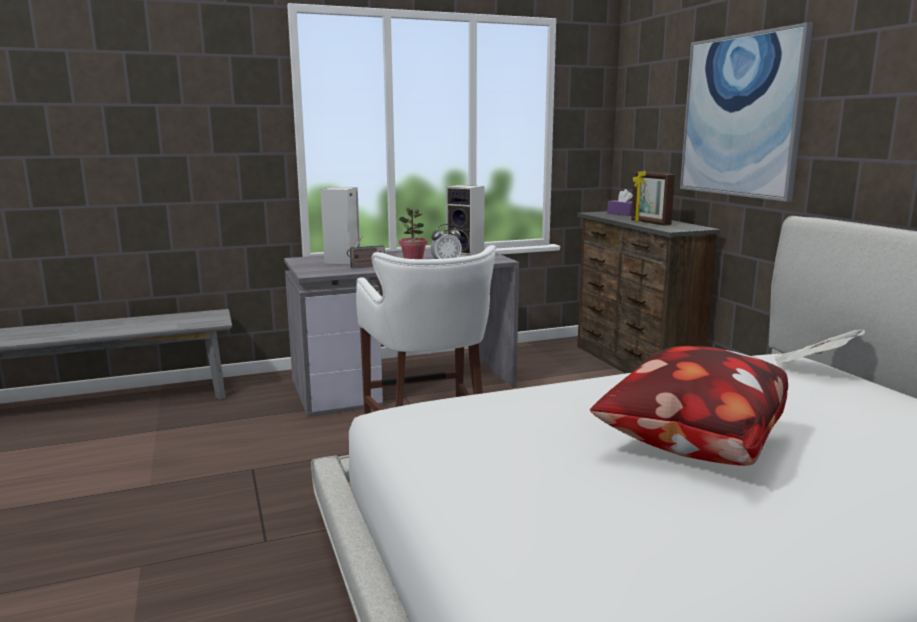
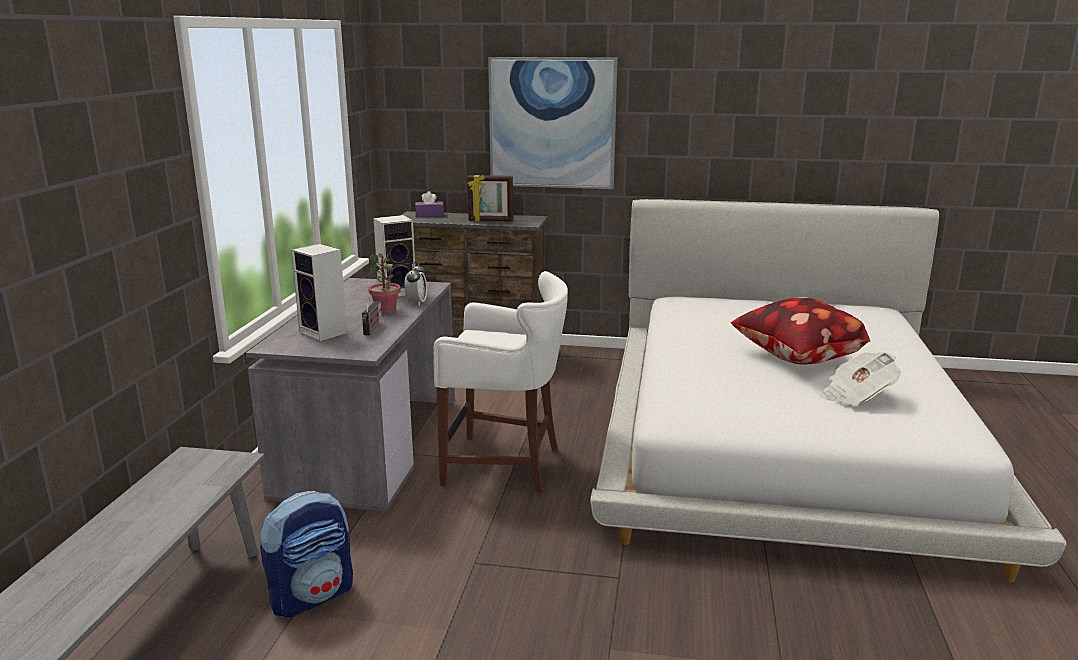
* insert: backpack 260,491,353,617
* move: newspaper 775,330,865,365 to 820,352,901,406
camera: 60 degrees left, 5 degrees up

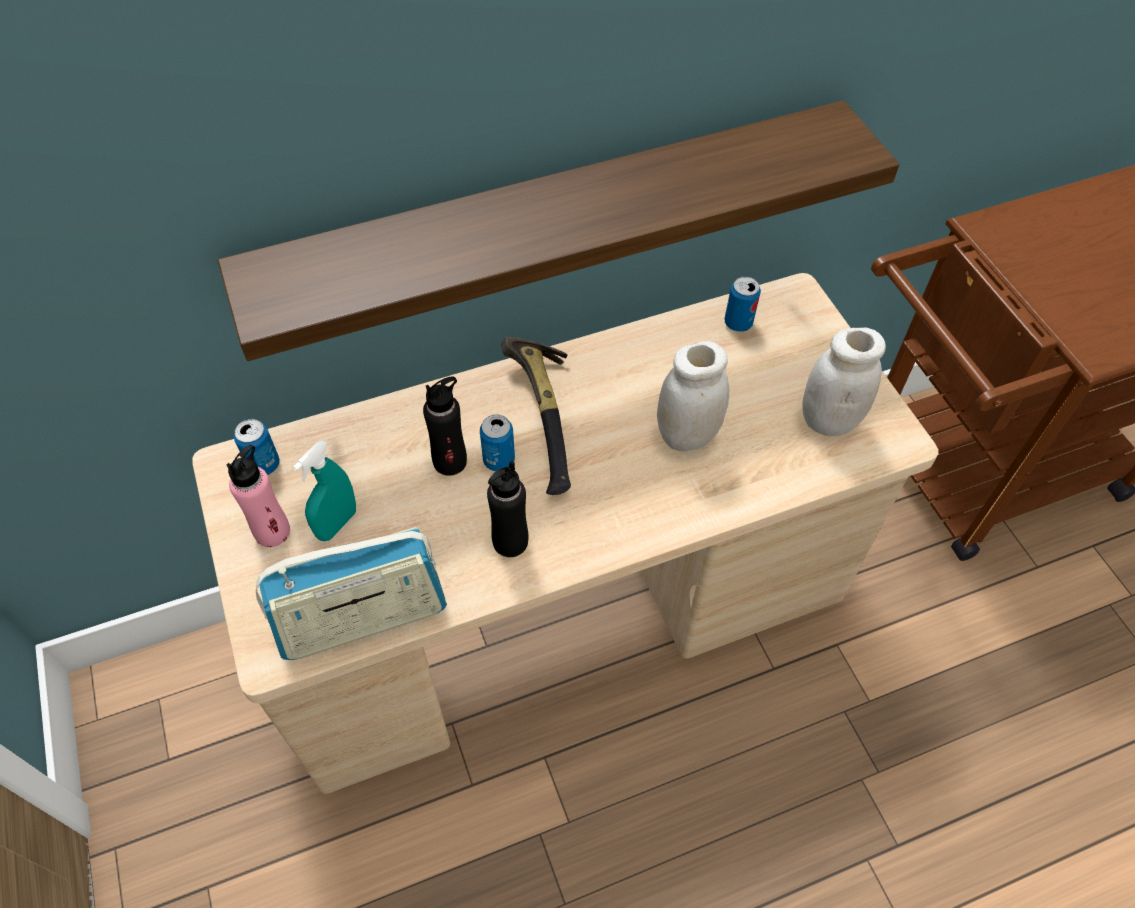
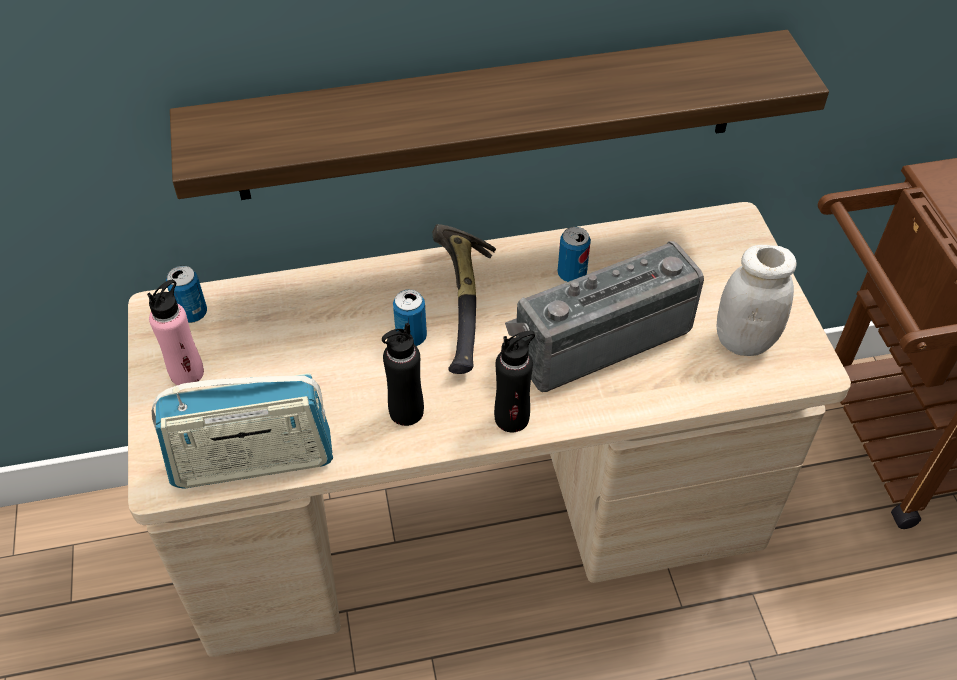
* move: black bottle 423,377,467,476 to 494,331,535,432
* replace: white jar 657,341,729,451 to radio 505,241,704,392
* move: can 724,276,761,332 to 557,227,591,282
* delete: turquoise spray bottle 293,440,356,541
camera: 10 degrees right, 5 degrees down

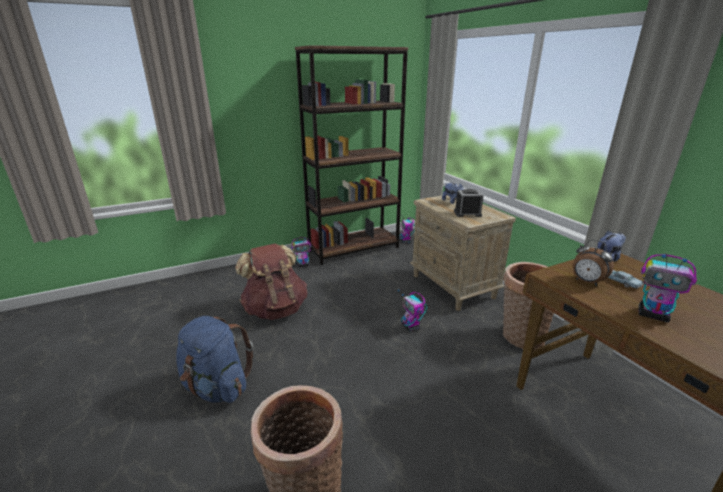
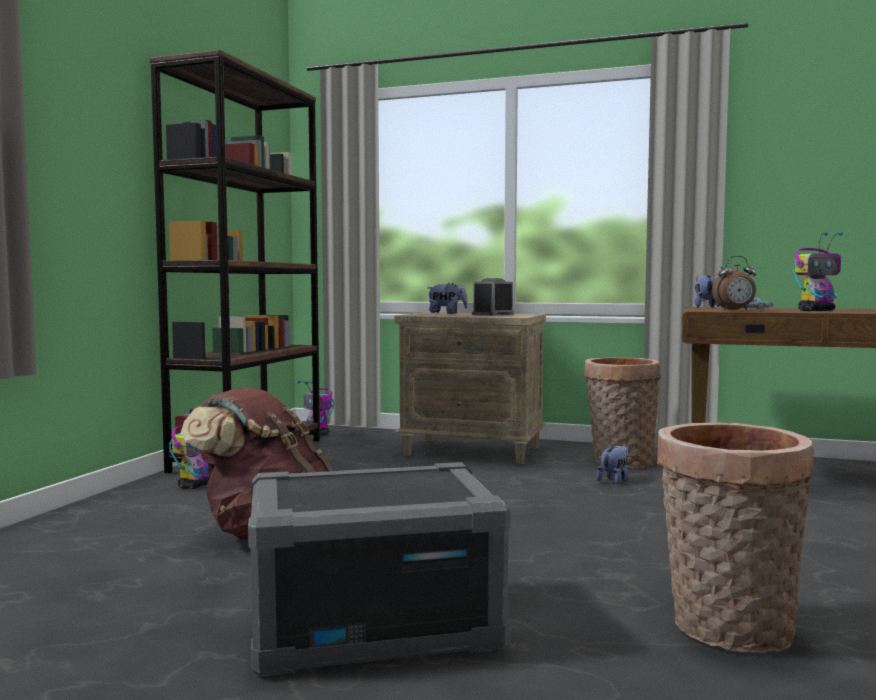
* replace: blue backpack 176,316,253,403 to grey storage box 248,462,511,676
* insert: plush toy 596,443,628,484
* delete: toy robot 397,289,427,332
camera: 45 degrees left, 20 degrees down

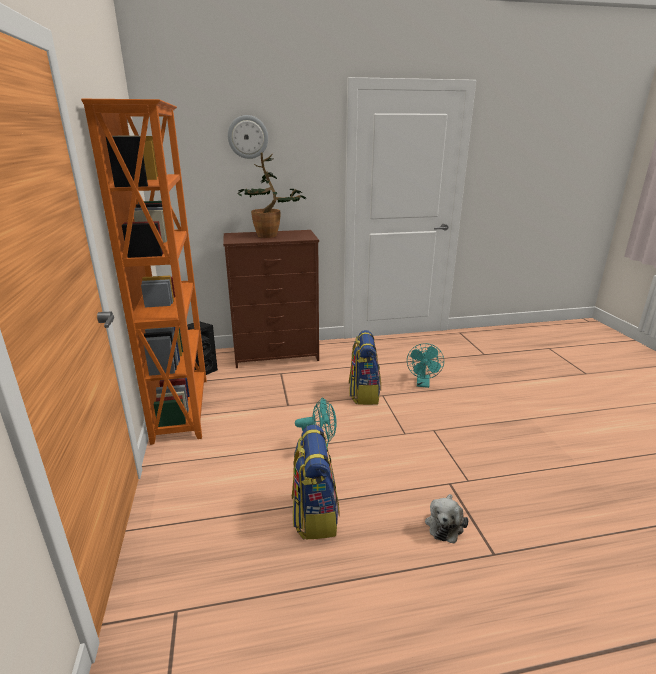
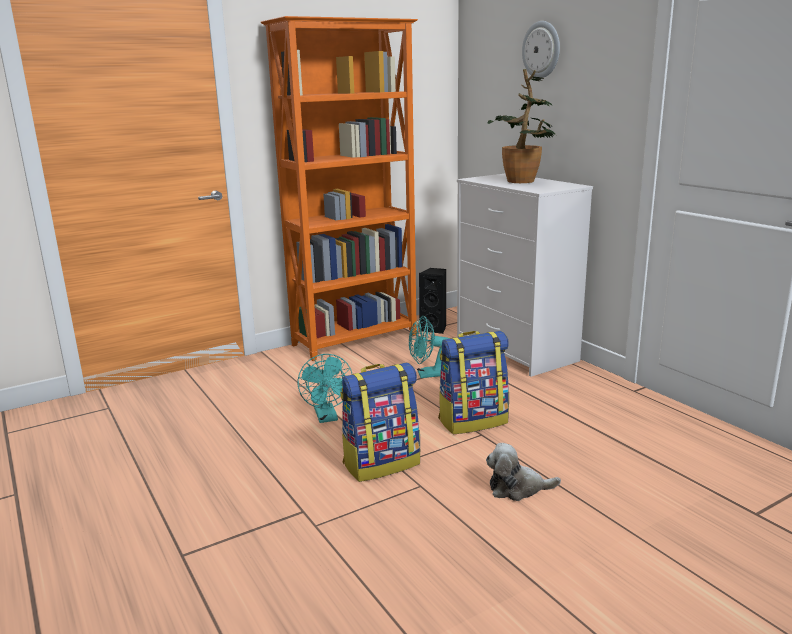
* move: backpack 292,425,340,539 to 340,363,420,482
* move: turquoise fan 407,343,444,388 to 409,316,451,378
* recolor: brown dresser 223,230,319,368 to white dresser 457,173,593,377
* move: plush toy 425,494,468,543 to 486,443,561,501
camera: 70 degrees right, 5 degrees down

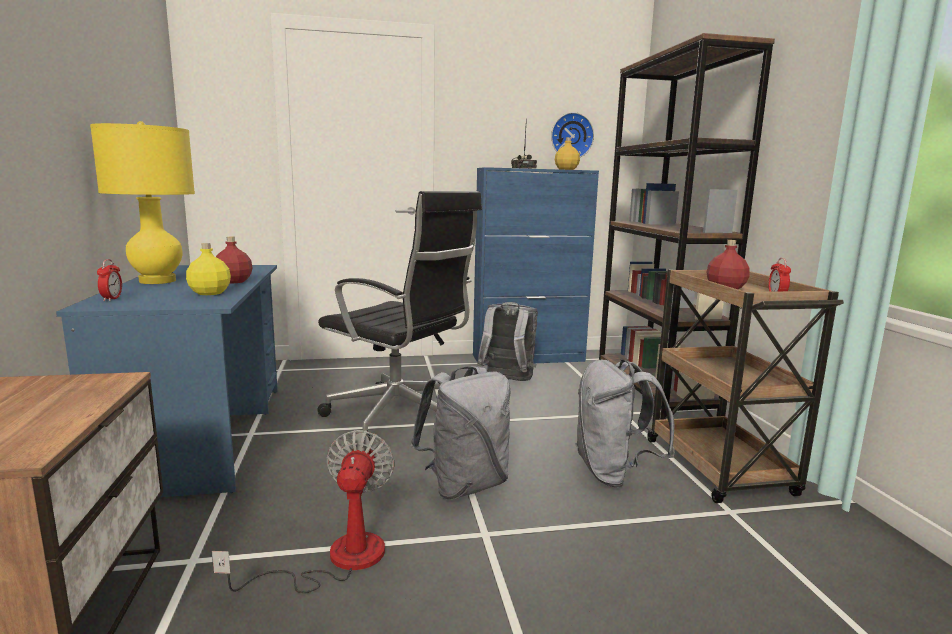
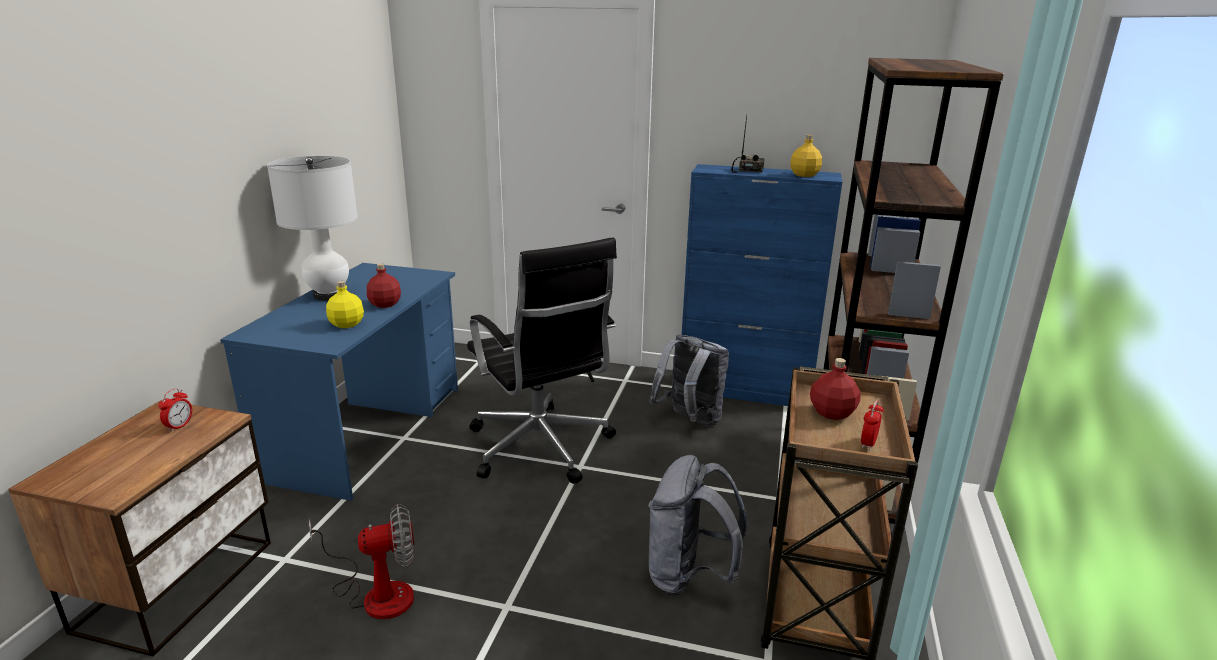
* move: alarm clock 97,259,122,301 to 158,388,192,432
* recolor: yellow table lamp 90,121,195,284 to white table lamp 267,156,358,301
* rotate: fan 212,430,395,593 = 309,504,414,619 45 degrees clockwise
* delete: grey backpack 411,366,510,499
* delete: wall clock 551,112,594,157
camera: 25 degrees right, 10 degrees up

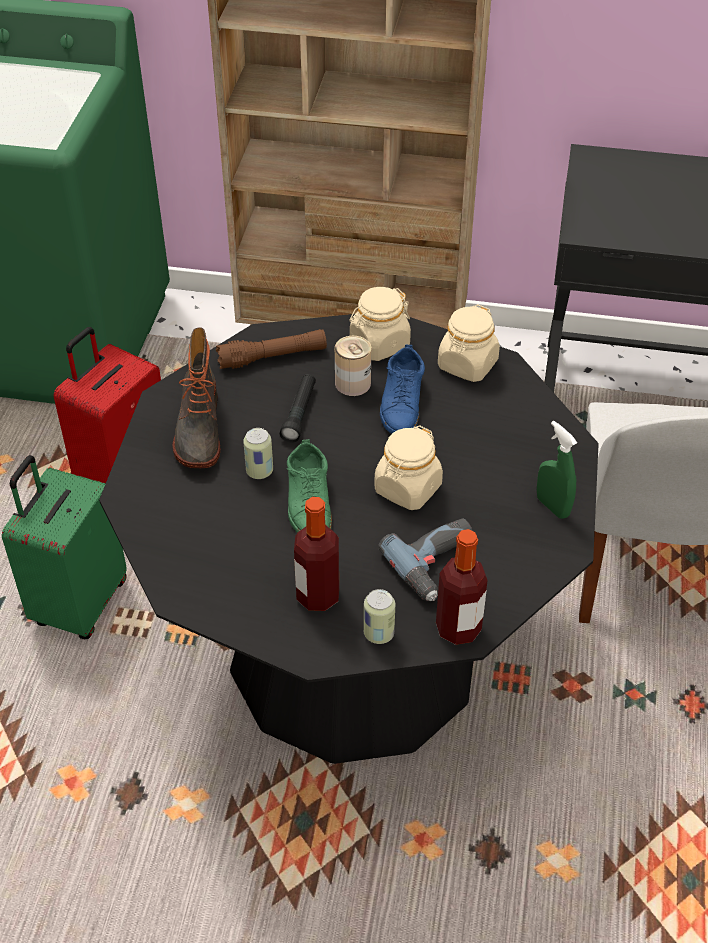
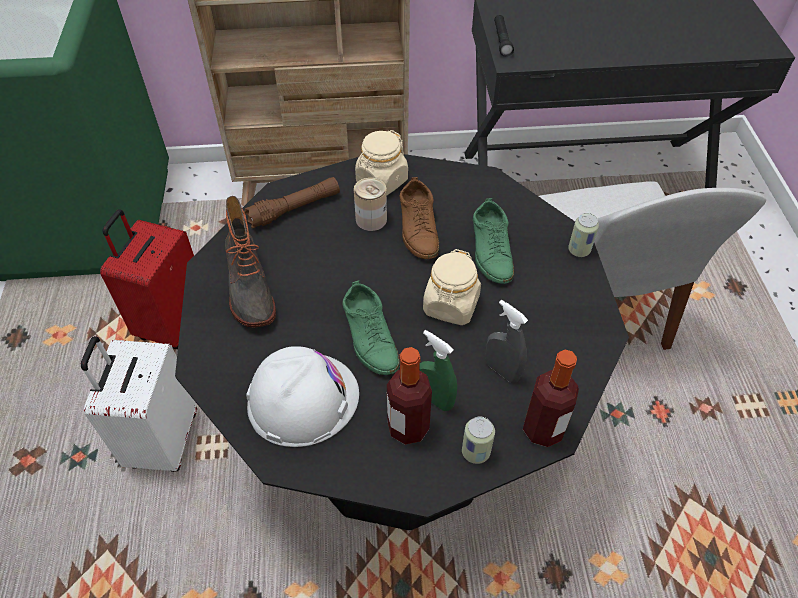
* recolor: green suitcase 2,455,127,639 to white suitcase 81,336,197,472
* insert: white hard hat 246,346,359,447
* recolor: blue shoe 380,344,425,434 to brown shoe 400,177,439,259
* move: green spray bottle 537,421,577,519 to 419,330,457,411
* insert: green shoe 473,198,514,284
* replace: power drill 378,518,472,601 to grey spray bottle 486,300,528,383
* move: black flashlight 280,374,316,443 to 494,15,514,57
* move: can 243,428,273,479 to 568,213,599,257
* delete: beige jar 438,304,500,382
camera: 15 degrees left, 5 degrees up

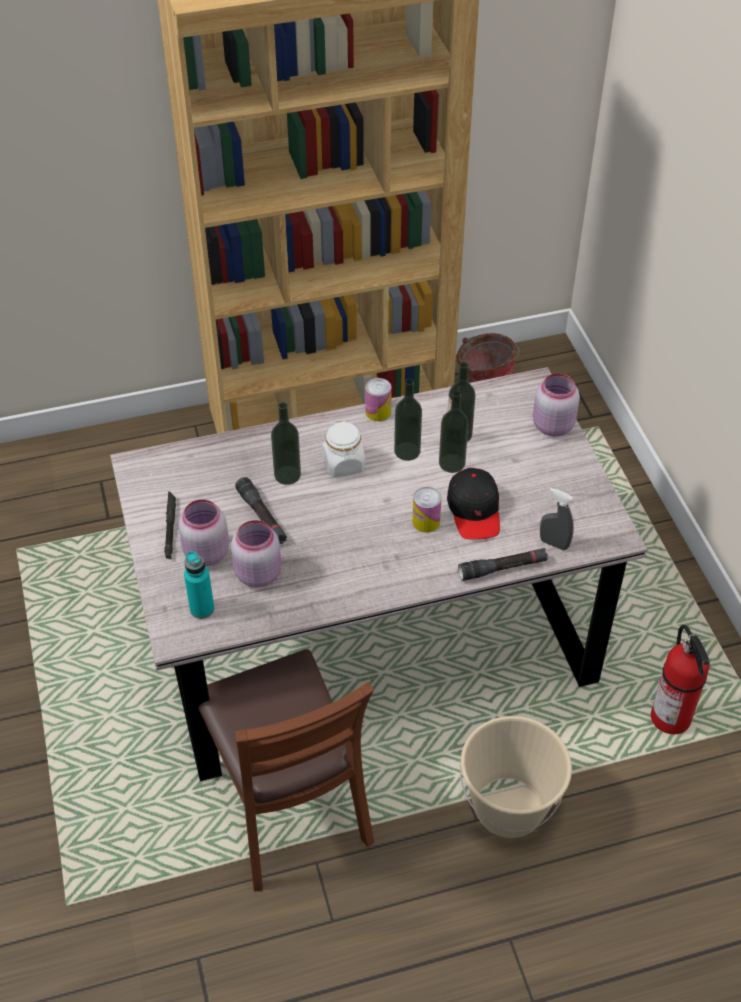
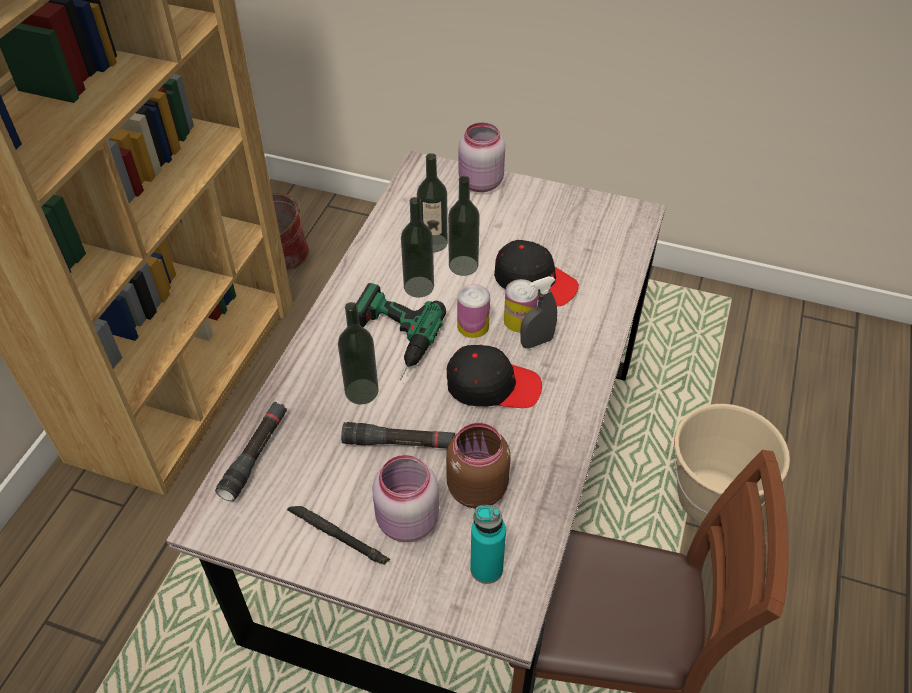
* move: black flashlight 458,548,548,581 to 215,402,287,501
* replace: white jar 322,419,365,477 to power drill 356,283,446,380
* recolor: pink jar 231,520,281,587 to brown jar 446,423,510,509
* insert: black cap 447,344,542,408
* move: can 365,378,392,421 to 457,284,490,338
* move: grey spray bottle 540,488,574,550 to 520,276,557,348
* delete: fire extinguisher 651,625,710,734
camera: 55 degrees left, 0 degrees up

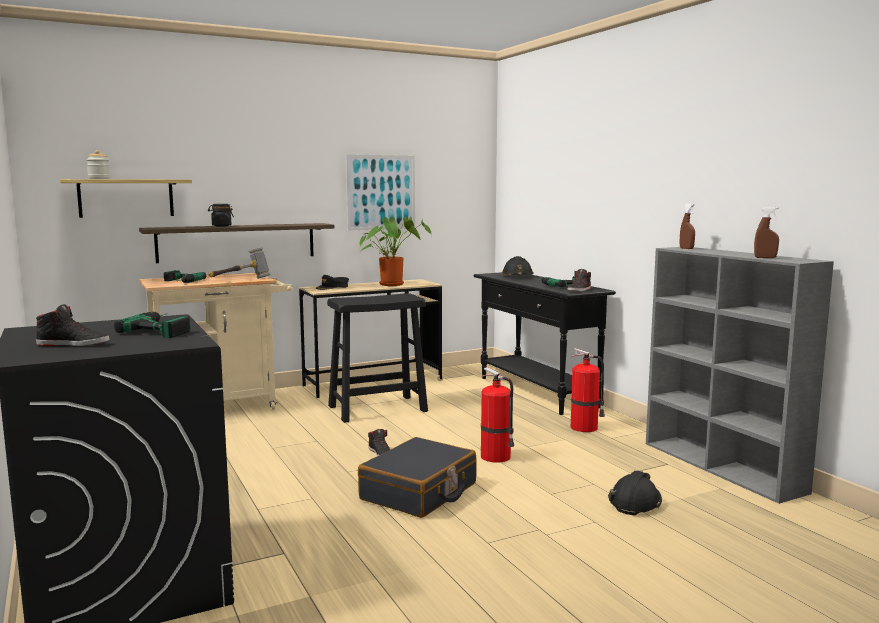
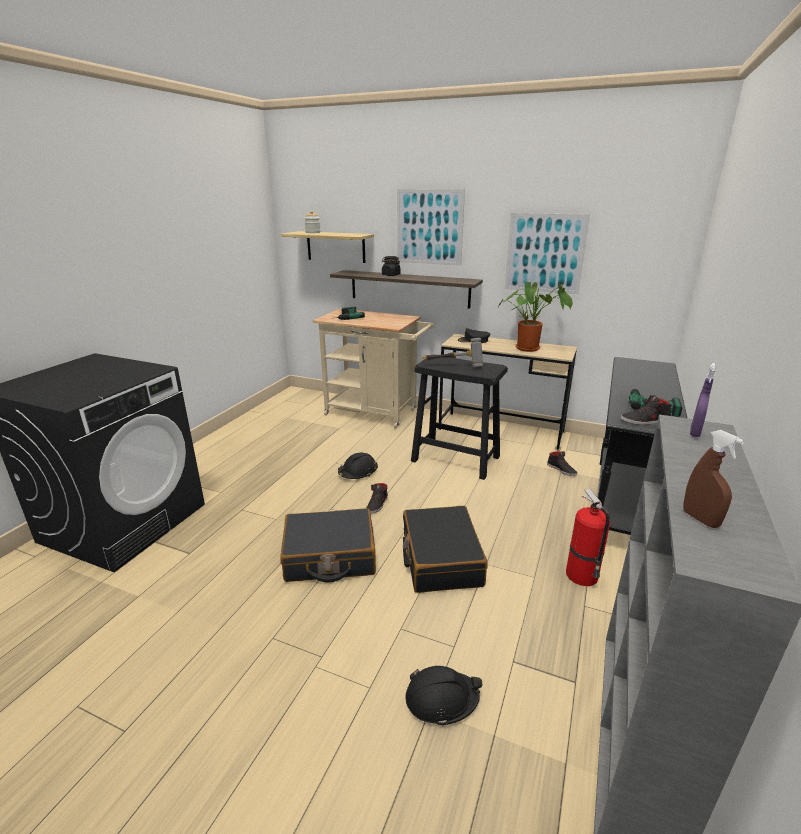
* move: black hard hat 501,256,534,275 to 338,453,378,479
* insert: picture 397,189,465,266
* replace: fire extinguisher 481,367,514,462 to black suitcase 403,506,488,593
* move: hammer 208,247,270,279 to 423,338,483,367
* move: black shoe 36,304,110,346 to 547,451,577,476
* recolor: brown spray bottle 680,204,695,249 to purple spray bottle 690,363,716,437
* delete: power drill 114,312,191,338
camera: 50 degrees right, 15 degrees up

